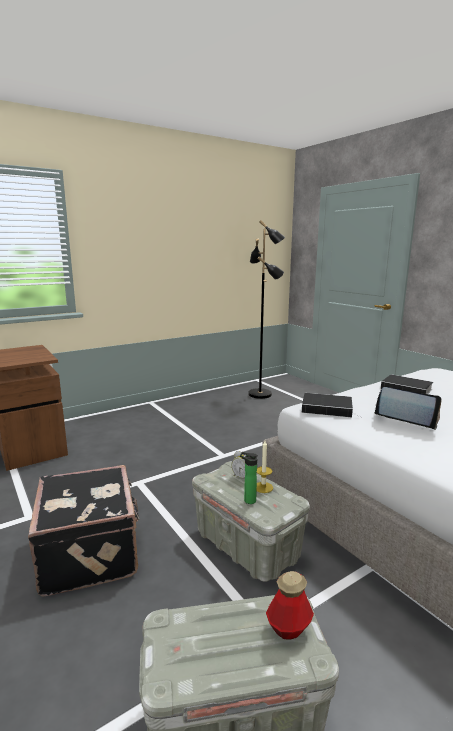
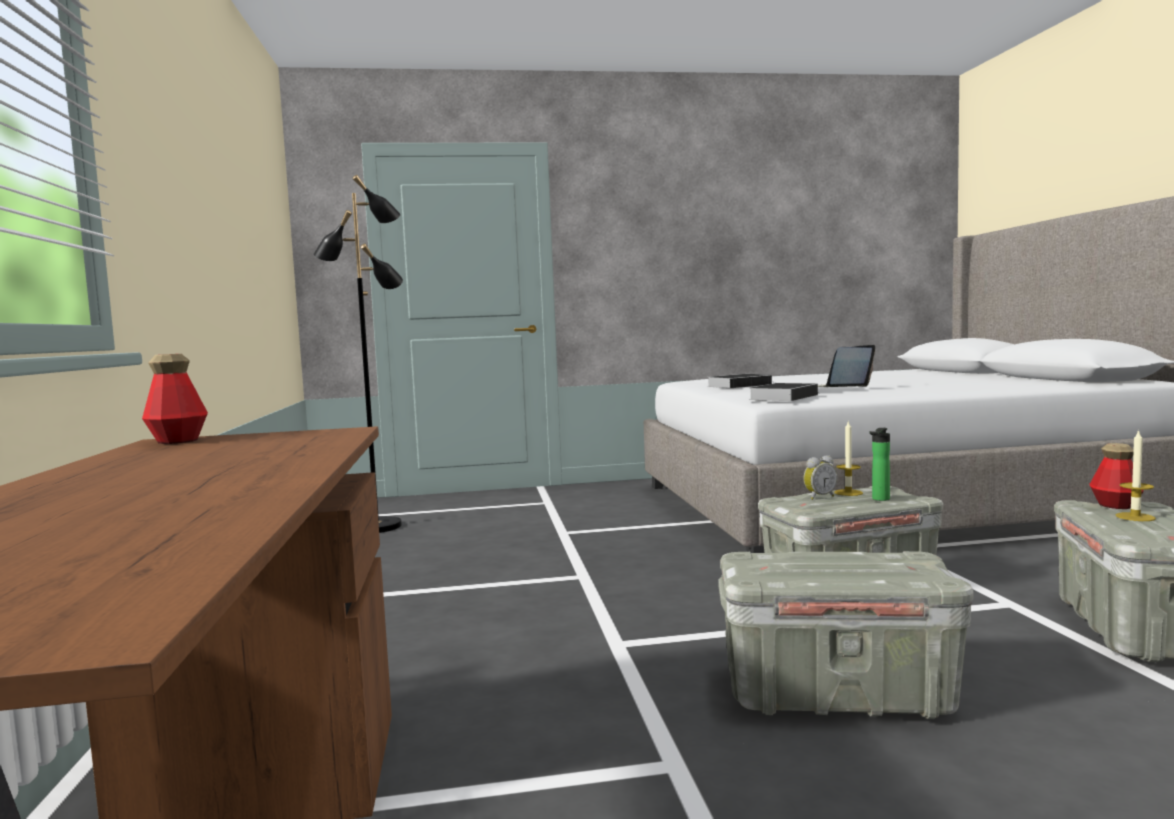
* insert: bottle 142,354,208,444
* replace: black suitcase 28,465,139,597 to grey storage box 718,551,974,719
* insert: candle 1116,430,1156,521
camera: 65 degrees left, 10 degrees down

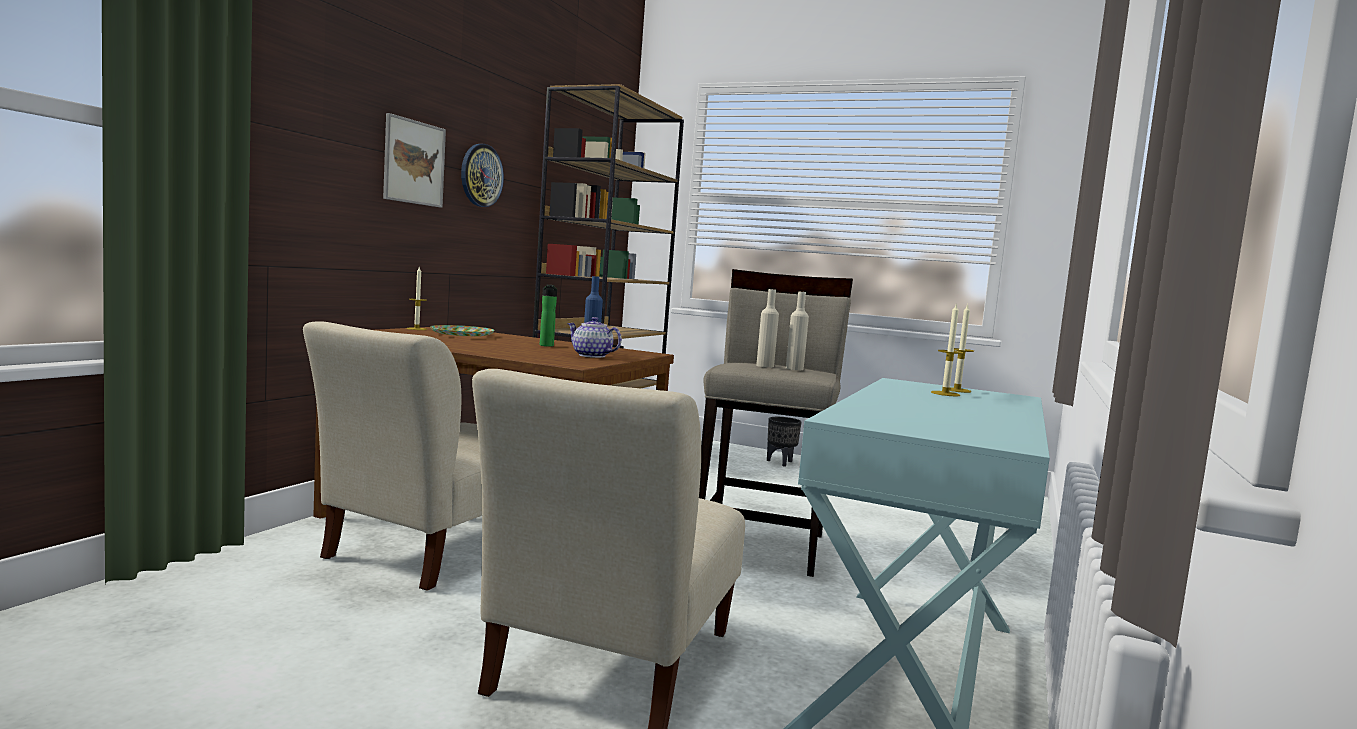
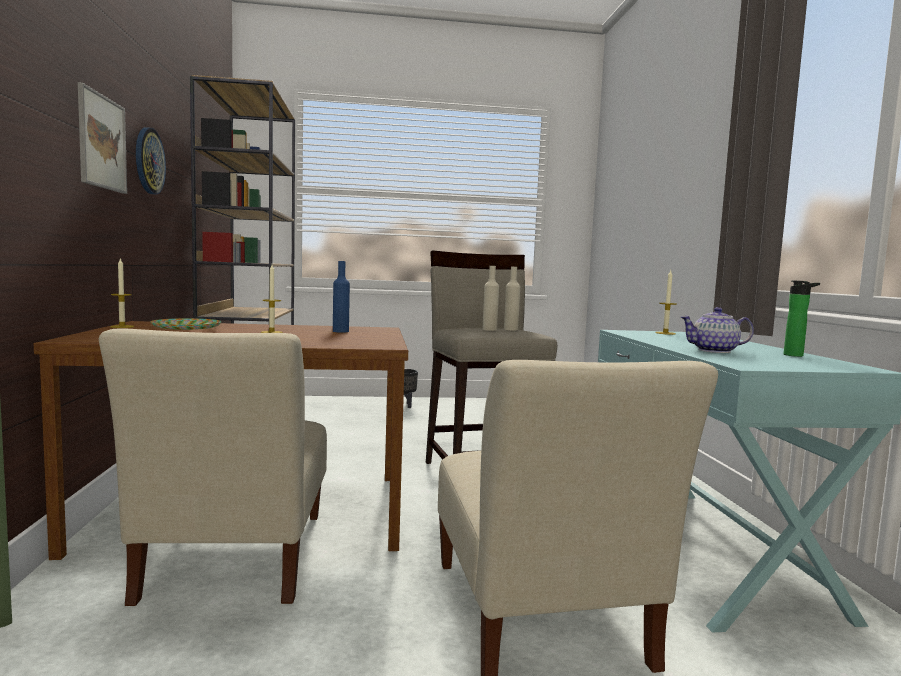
* move: candle 931,304,963,396 to 261,265,283,333
* move: teapot 567,317,622,358 to 680,307,754,353
* move: bottle 540,285,557,347 to 784,280,820,357
camera: 30 degrees left, 0 degrees up

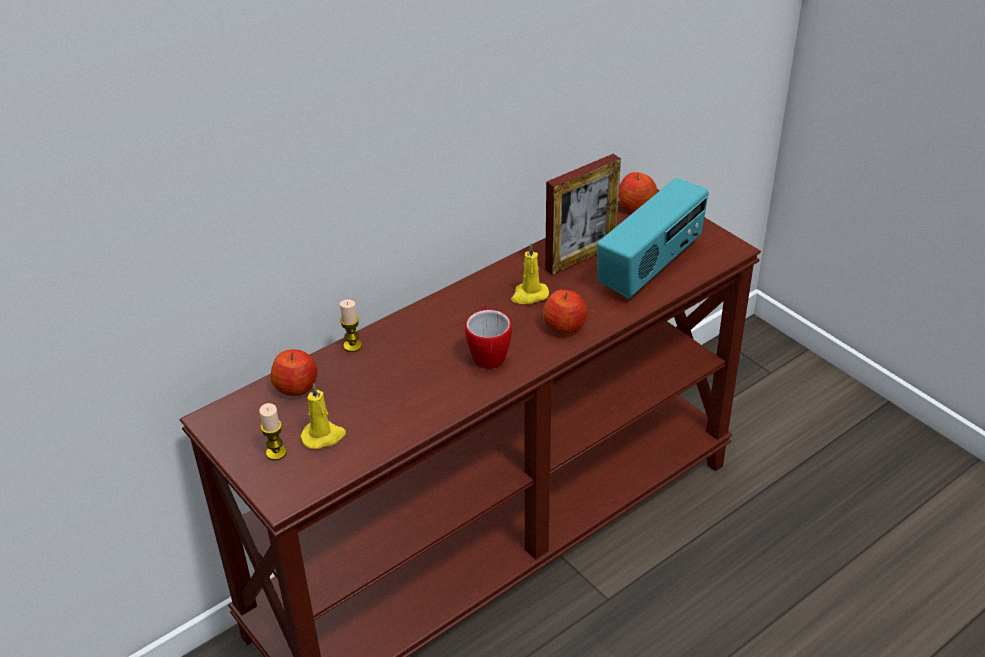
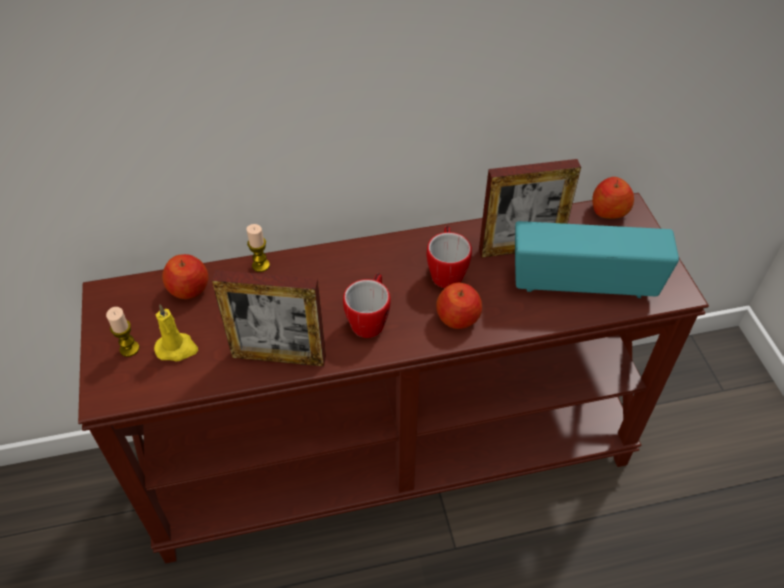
* insert: picture frame 212,270,326,366
* replace: yellow candle 511,243,549,304 to mug 427,226,472,288
* rotate: radio 597,178,709,299 = 515,221,679,298 150 degrees counterclockwise
camera: 25 degrees right, 10 degrees up

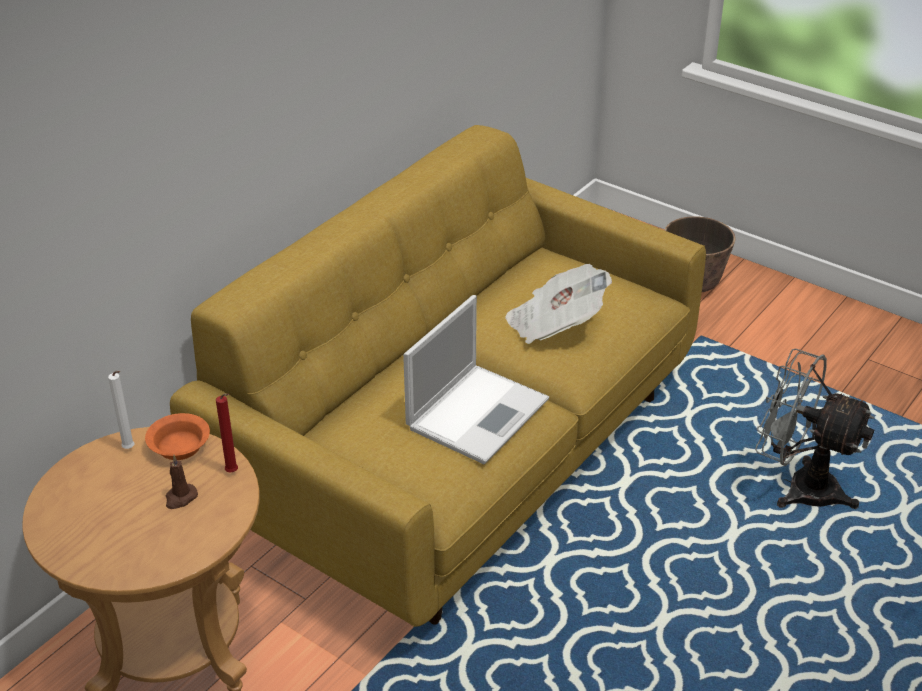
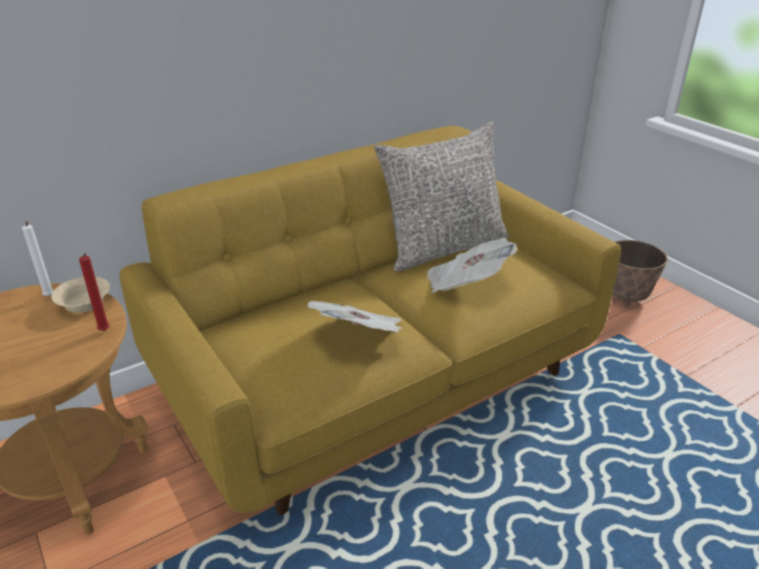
* recolor: orange bowl 145,413,210,460 to beige bowl 51,277,110,313
* replace: laptop 403,295,549,464 to newspaper 307,301,403,333
* insert: grey pillow 374,121,509,271
* delete: brown candle 166,455,198,509
* delete: grey fan 755,348,875,509
camera: 20 degrees right, 5 degrees down

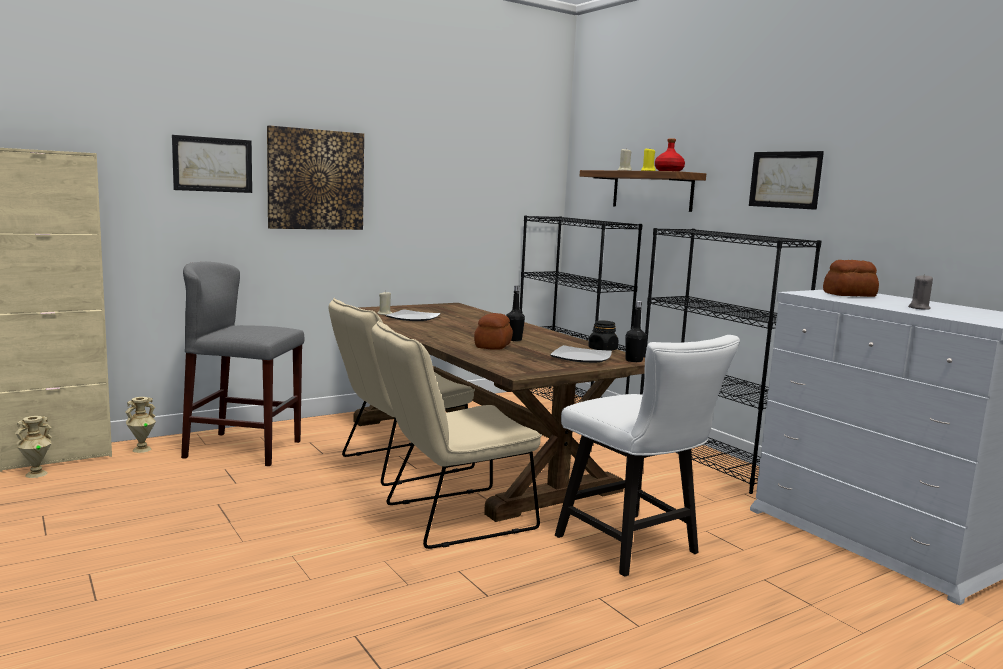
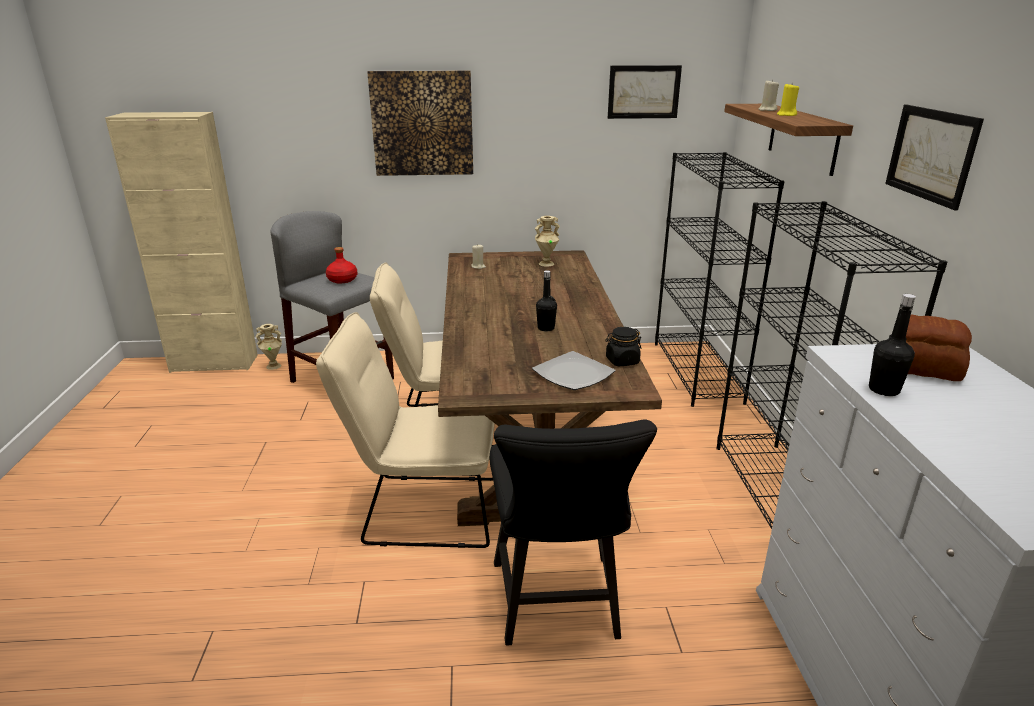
* move: red bottle 655,138,685,171 to 326,247,357,283
* recolor: white chair 555,335,740,577 to black chair 490,420,657,646
* move: beige vase 15,416,52,478 to 535,216,560,267
* move: picture 172,135,252,193 to 608,65,682,119
* move: black bottle 625,301,647,362 to 869,294,916,396
* delete: plate 385,309,441,321
* delete: bread 474,313,513,350
* delete: grey candle 908,274,933,310
camera: 30 degrees right, 15 degrees up

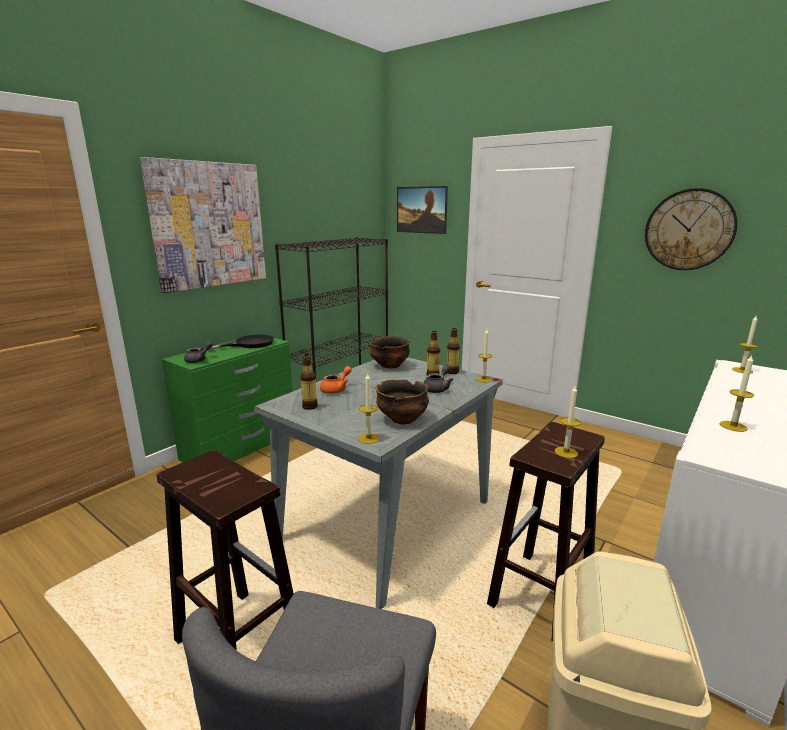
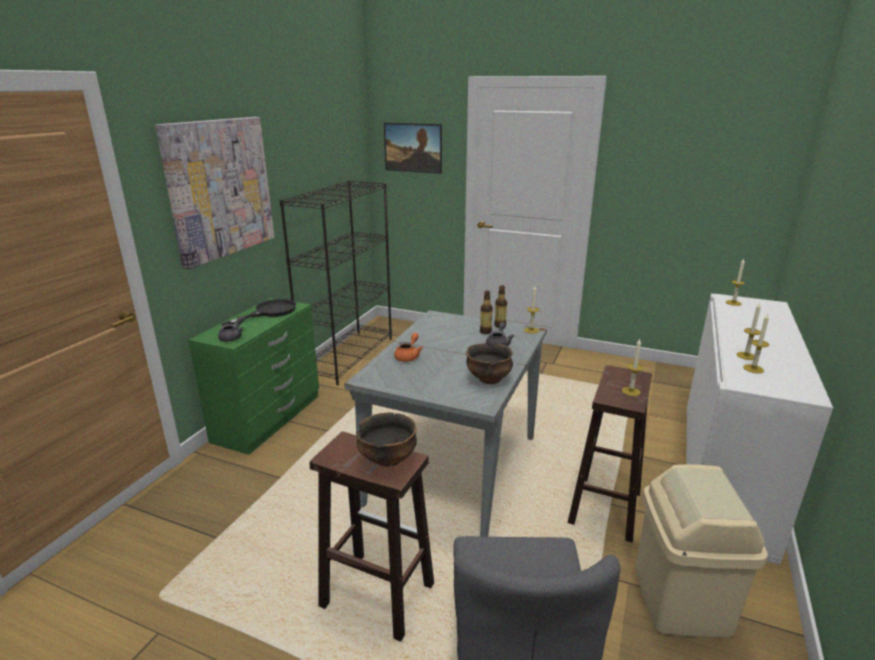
* move: bowl 369,336,410,369 to 356,412,417,467
* move: candle 358,372,380,444 to 743,314,769,373
* delete: bottle 300,354,318,410
* delete: wall clock 645,188,738,270
camera: 15 degrees left, 5 degrees up

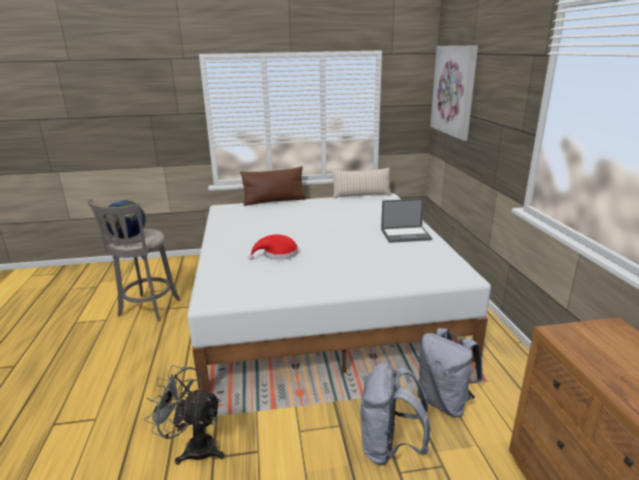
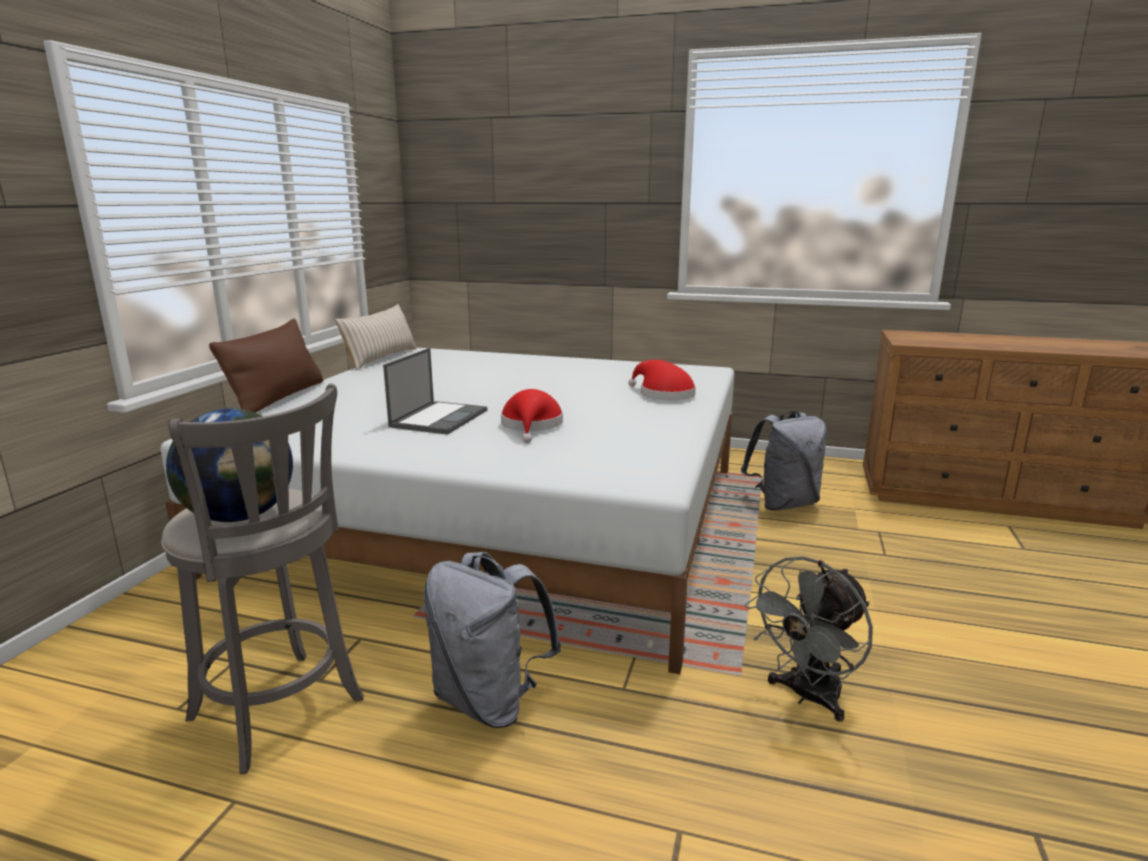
* move: laptop 381,199,432,243 to 383,348,487,434
* move: grey backpack 360,362,430,465 to 424,552,561,728
* insert: red hat 628,360,696,401
* delete: picture 430,45,478,141
camera: 65 degrees left, 5 degrees down

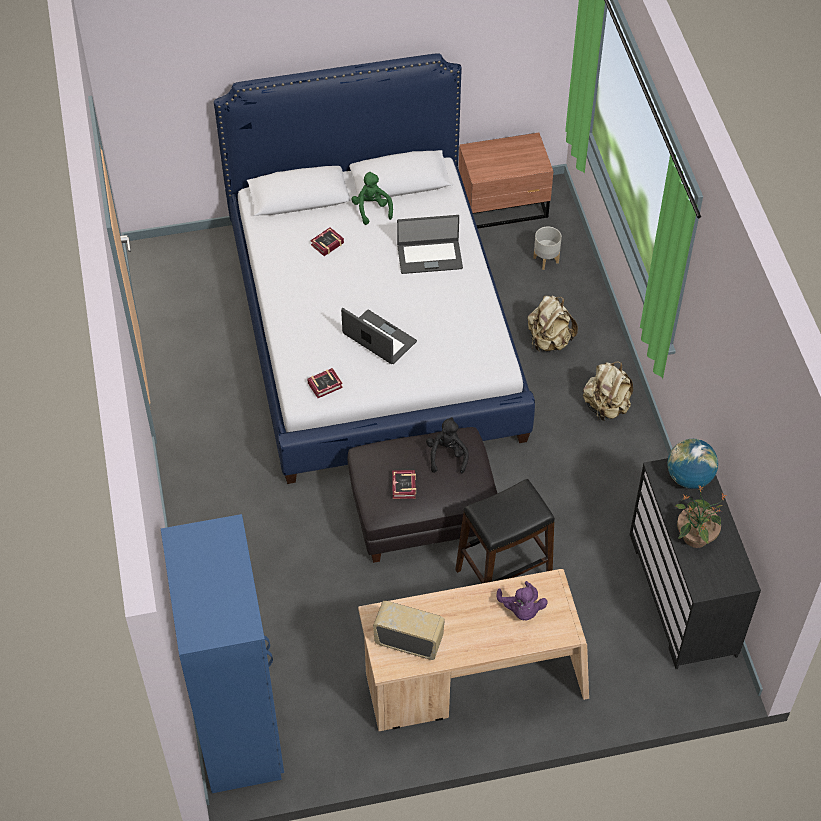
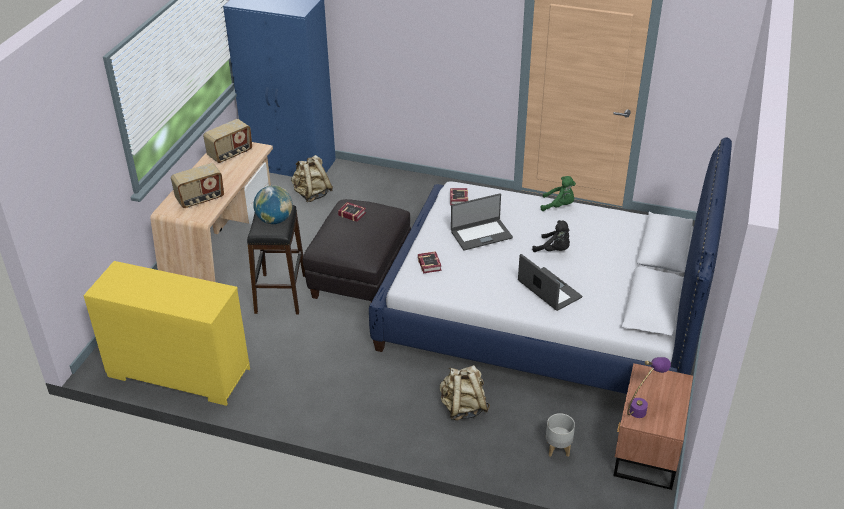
* recolor: black dresser 629,458,761,669 to yellow dresser 84,261,250,406
* replace: purple plush toy 496,581,548,621 to radio 171,163,224,208
* move: globe 667,439,718,489 to 253,185,292,224
* move: beige backpack 583,361,633,421 to 291,155,333,202
* move: book 310,227,344,256 to 418,251,442,273
* rotate: laptop 397,215,463,274 = 518,254,582,311 120 degrees clockwise
* move: black plush toy 426,417,469,474 to 532,220,570,252
* move: green plush toy 351,172,393,225 to 541,176,576,211
* insert: purple table lamp 627,357,671,418
* delete: potted plant 674,485,727,548
camera: 120 degrees right, 15 degrees down

